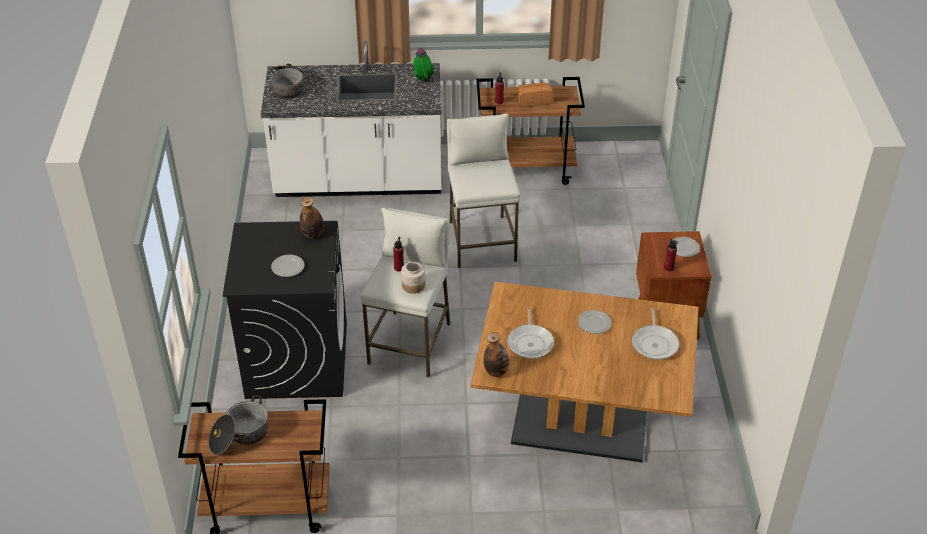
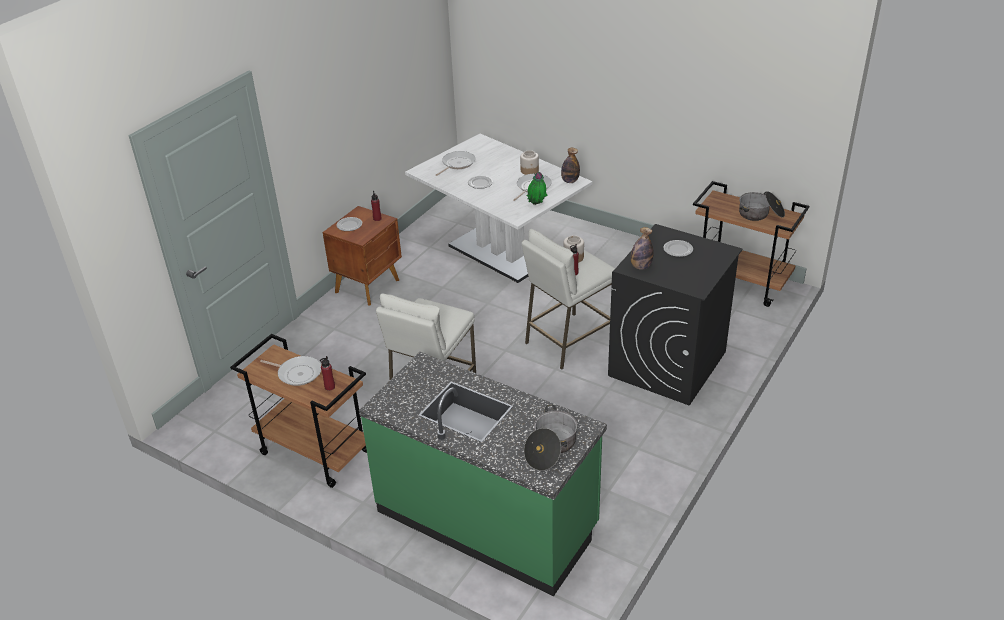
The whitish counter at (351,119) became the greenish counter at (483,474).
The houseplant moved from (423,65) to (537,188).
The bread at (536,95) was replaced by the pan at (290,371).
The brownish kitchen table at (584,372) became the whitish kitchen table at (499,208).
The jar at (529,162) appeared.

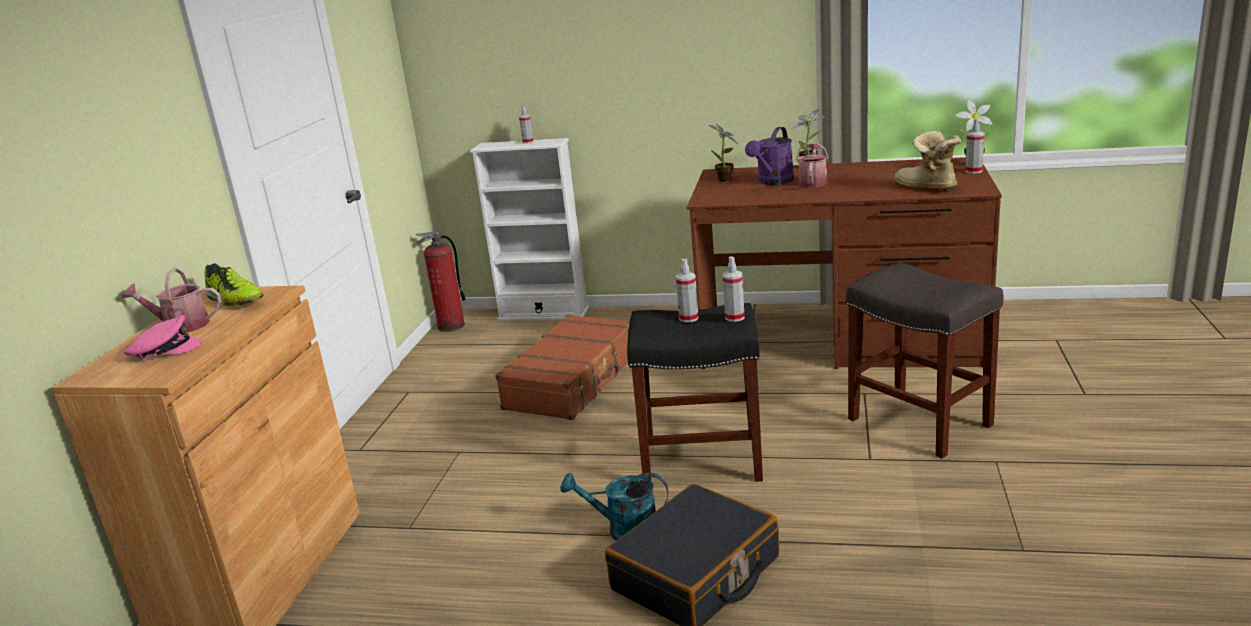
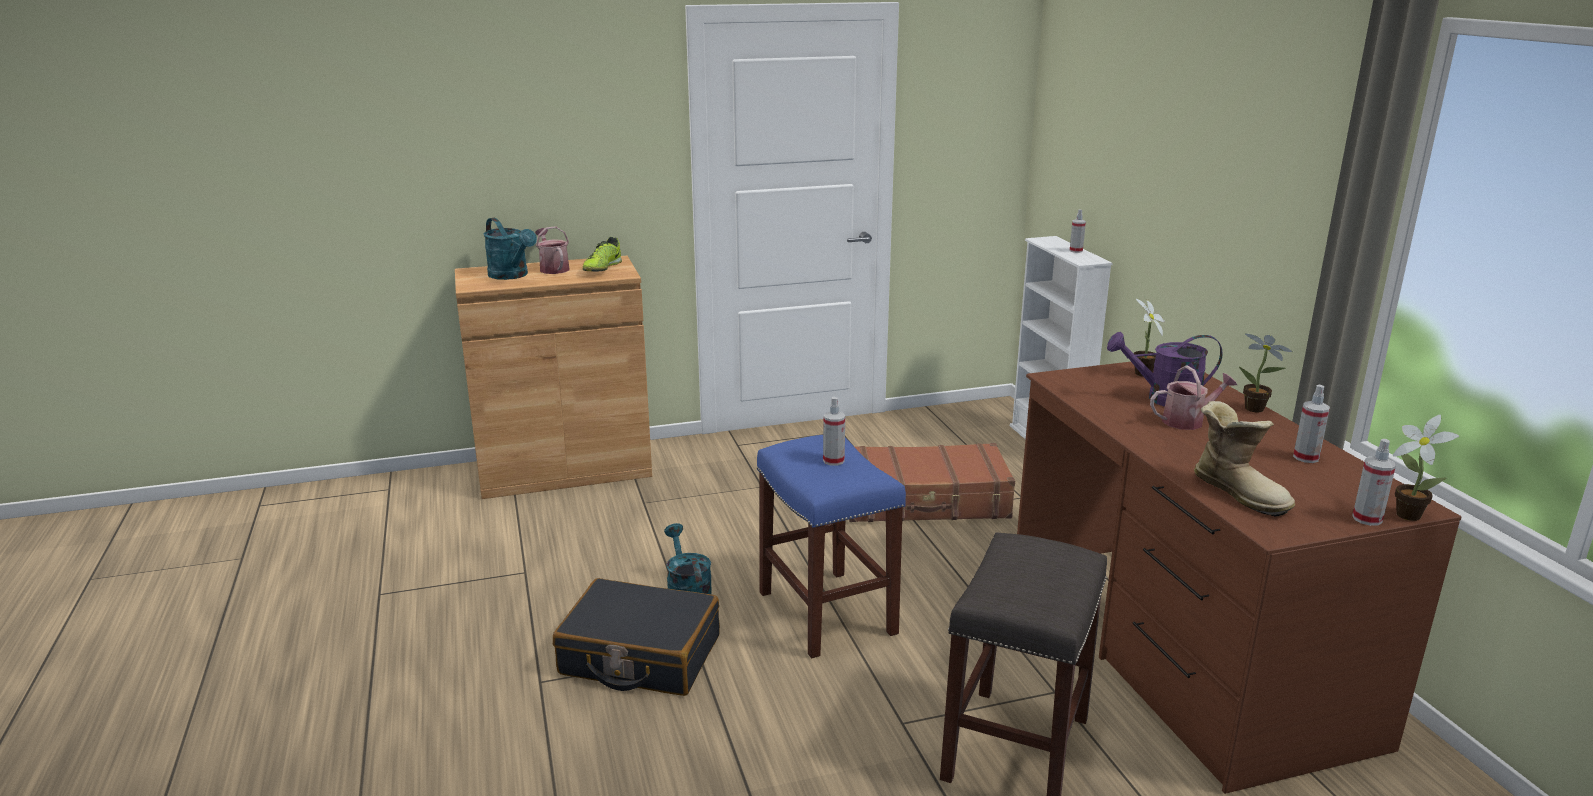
The boot at (927,160) turned 120 degrees clockwise.
The extinguisher at (440,281) disappeared.
The hand sprayer moved from (734,289) to (1311,424).
The black-coloured sitting stool at (695,392) became the bluish sitting stool at (831,546).
The pink cap at (163,337) was replaced by the blue-green sprinkling can at (510,249).

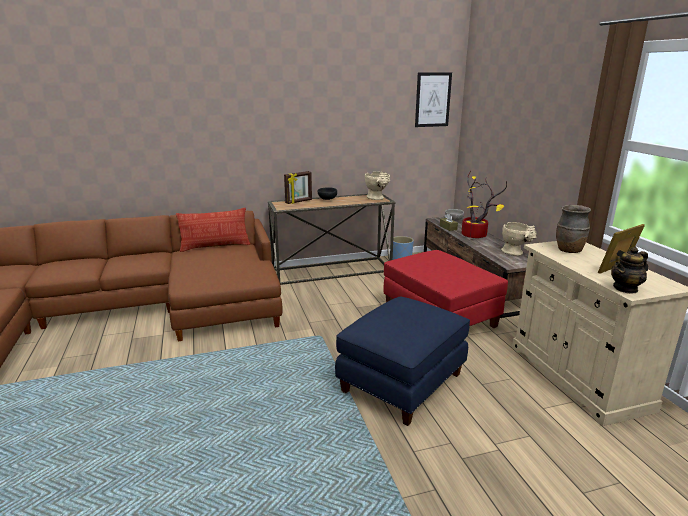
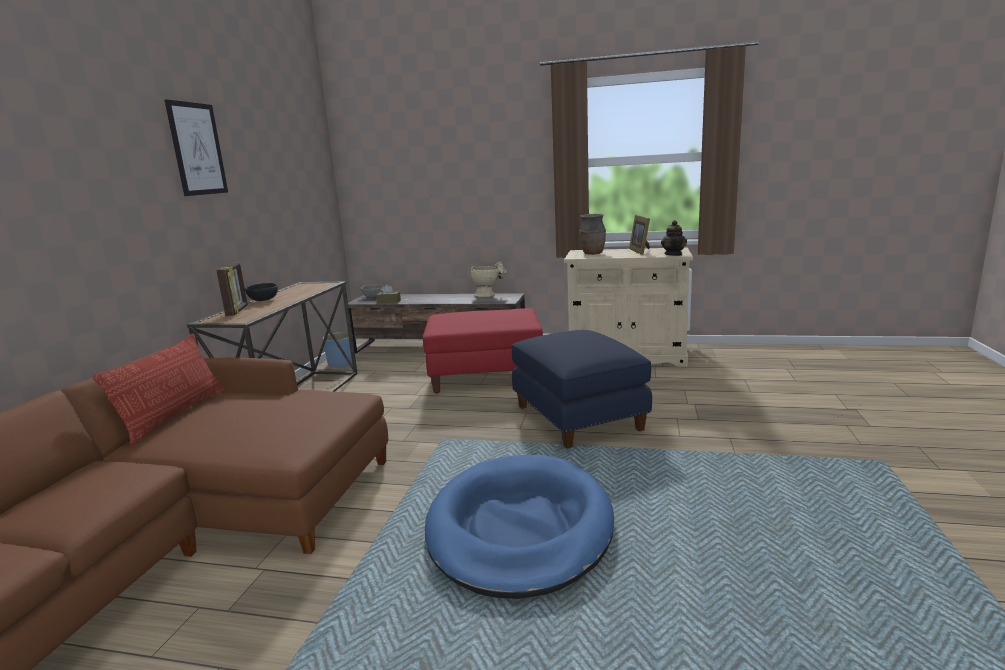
The wall art moved from (433,99) to (196,147).
The sand-coloured vase at (377,185) disappeared.
The houseplant at (484,204) disappeared.
The bluish pet bed at (519,527) appeared.

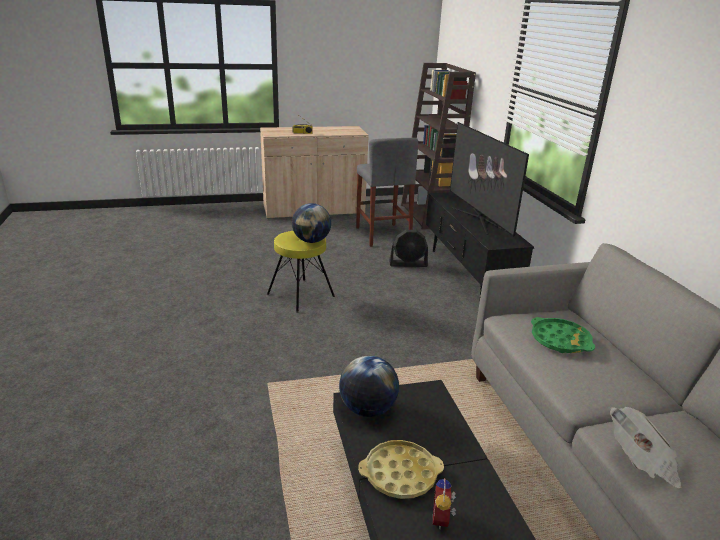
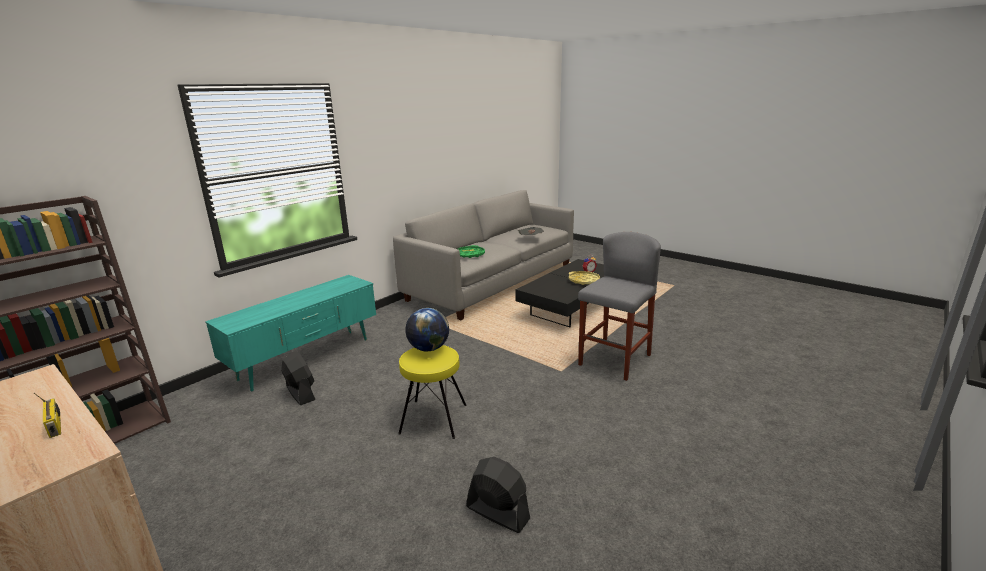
The TV set at (489,179) disappeared.
The grey sitting stool moved from (387,192) to (619,306).
The black-coloured tv stand at (480,244) became the blue-green tv stand at (290,333).
The globe at (369,386) disappeared.
The black-coloured fan at (498,495) appeared.

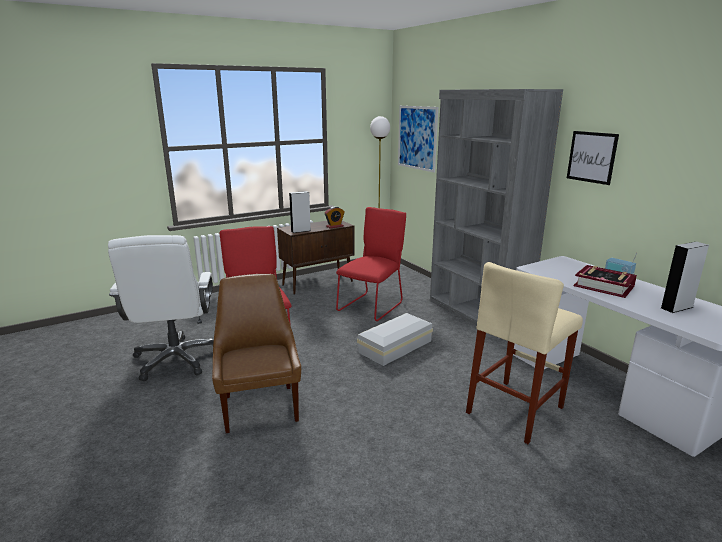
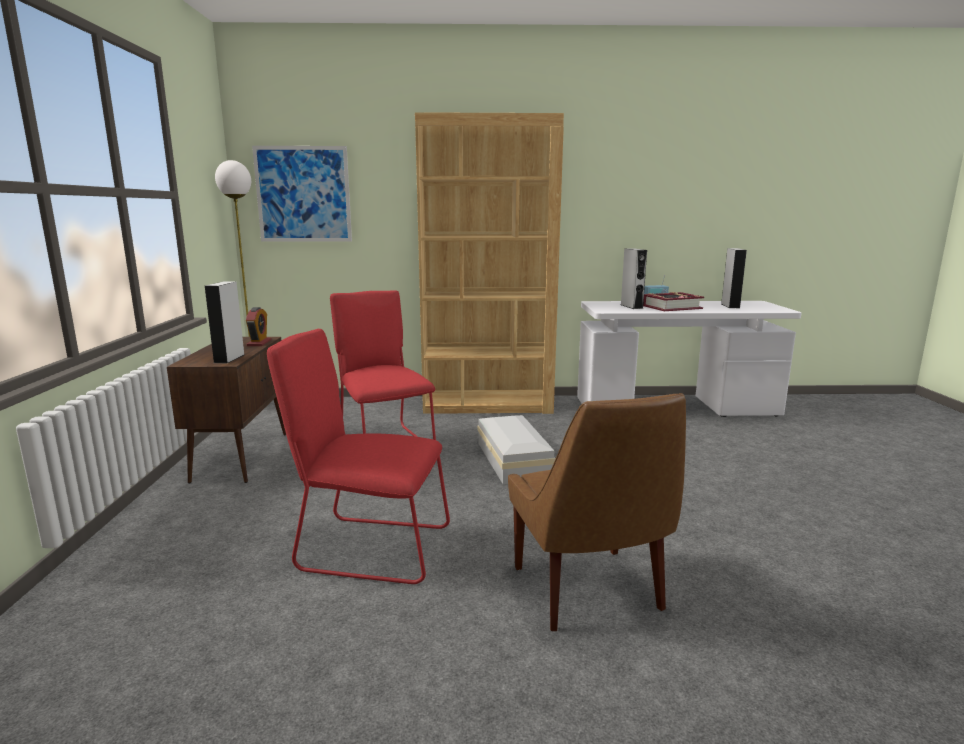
The grey shelving unit at (496,214) became the brownish shelving unit at (489,263).
The wall art at (593,158) disappeared.
The whitish computer chair at (161,308) disappeared.
The sand-coloured sitting stool at (524,353) disappeared.
The brownish plain chair at (256,353) turned 120 degrees counterclockwise.
The grey loudspeaker at (634,278) appeared.

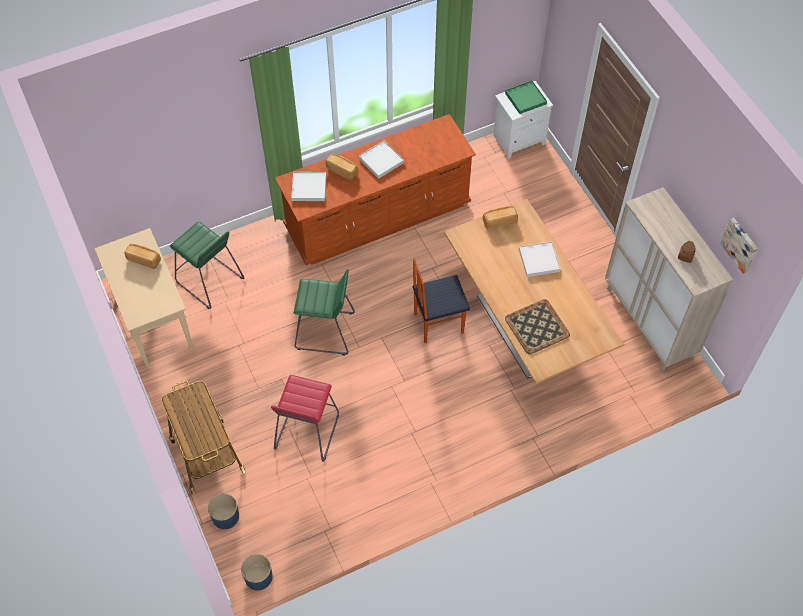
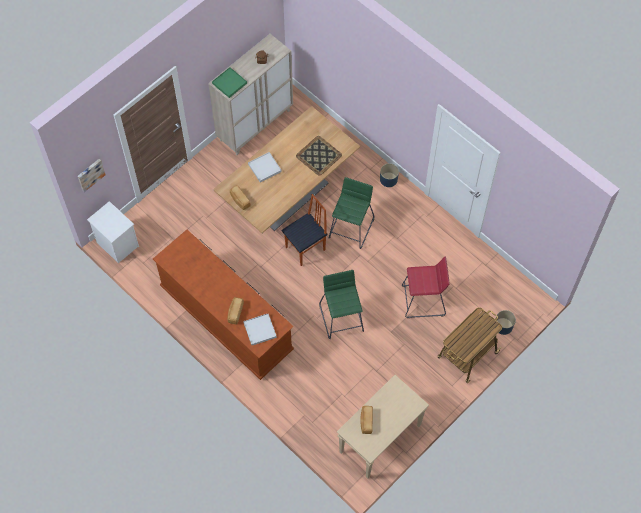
The greenish tray moved from (526,97) to (229,82).
The whitish tray at (381,159) disappeared.
The wall art moved from (739,246) to (91,175).
The greenish sitting stool moved from (207,265) to (351,213).
The plain chair at (441,300) turned 90 degrees counterclockwise.
The bluish plant pot moved from (257,572) to (389,175).

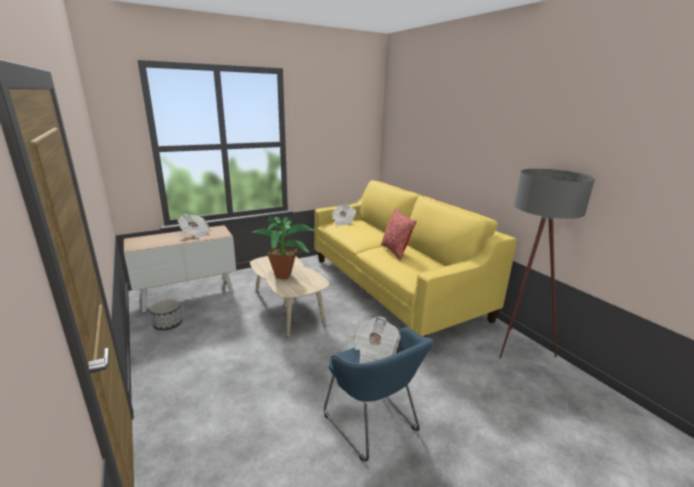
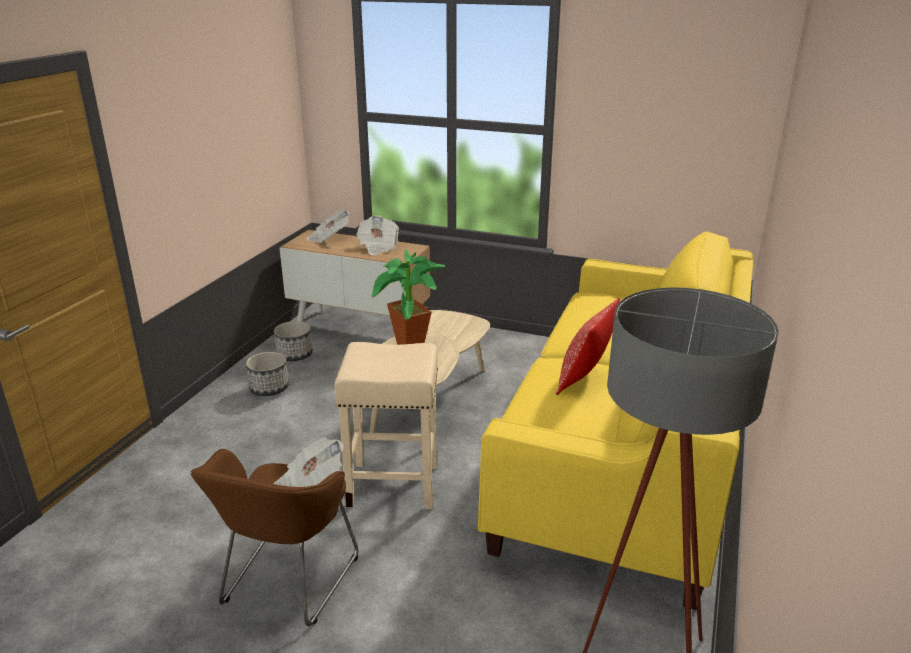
The newspaper moved from (344,215) to (328,227).
The bluish lounge chair at (379,394) became the brownish lounge chair at (274,537).
The sand-coloured sitting stool at (386,426) appeared.
The plant pot at (267,374) appeared.

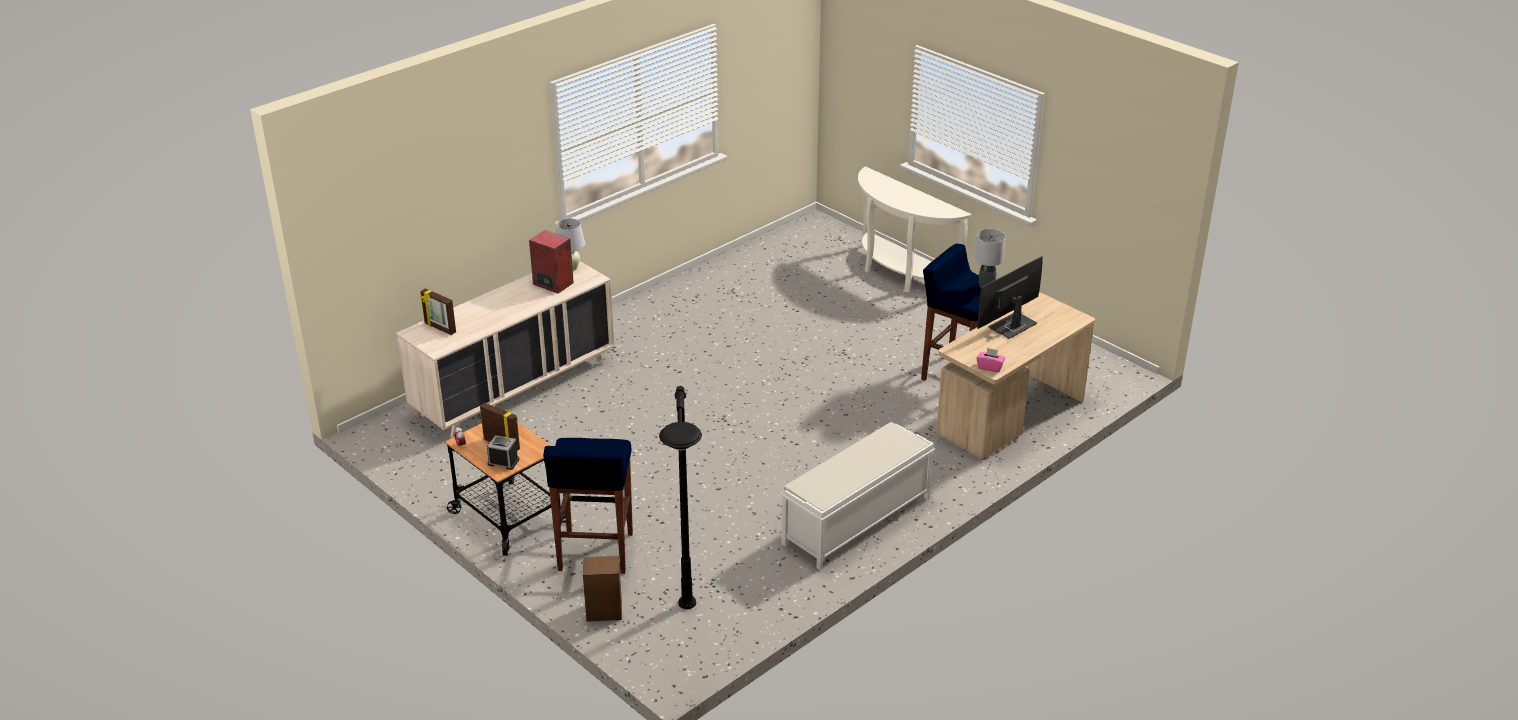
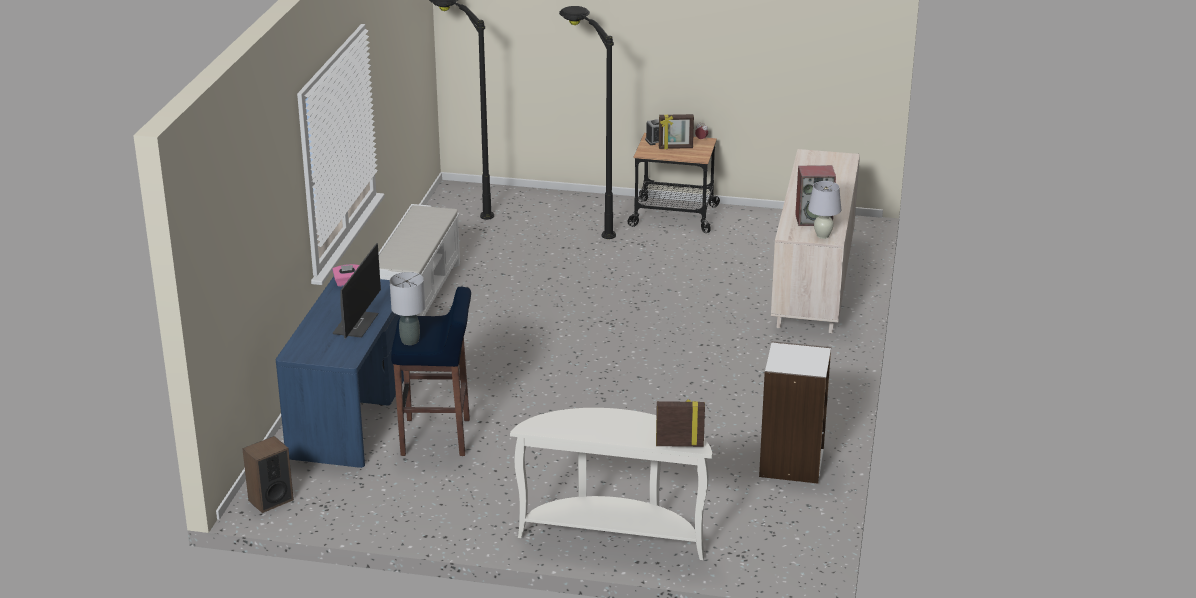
The standing frame moved from (438,311) to (680,423).
The sand-coloured desk table at (1015,376) became the bluish desk table at (340,372).
The bluish sitting stool at (588,506) was replaced by the black-coloured floor lamp at (587,122).
The loudspeaker moved from (602,589) to (268,474).
The whitish shelving unit at (795,412) appeared.

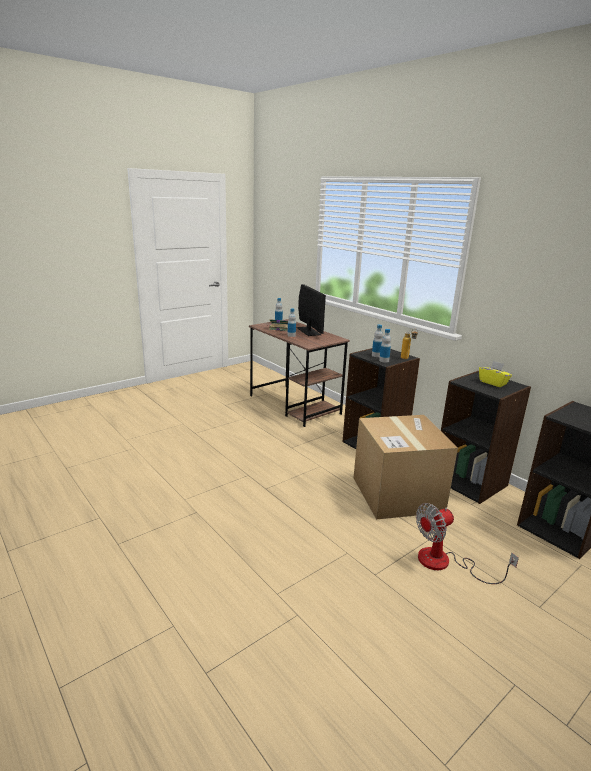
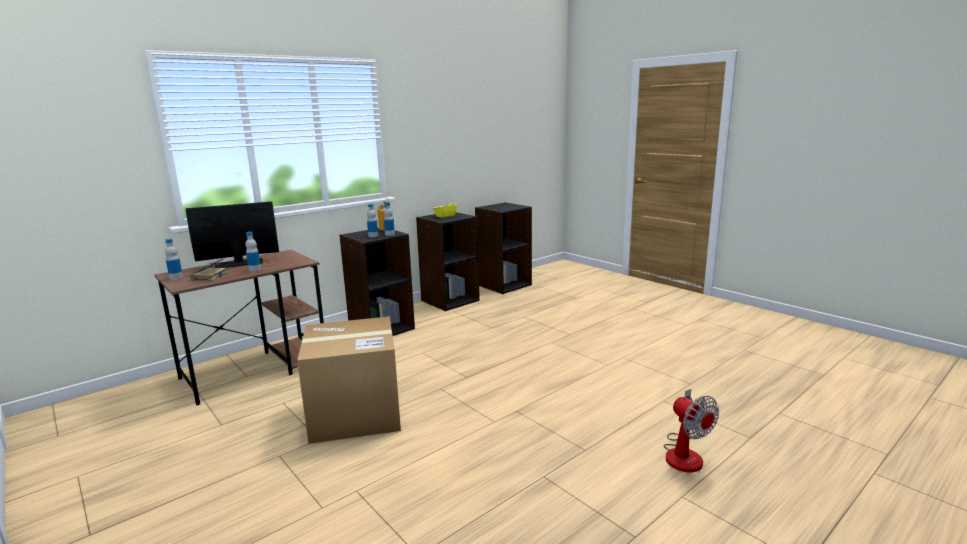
The cardboard box moved from (405,467) to (349,380).
The fan moved from (467,543) to (691,430).

